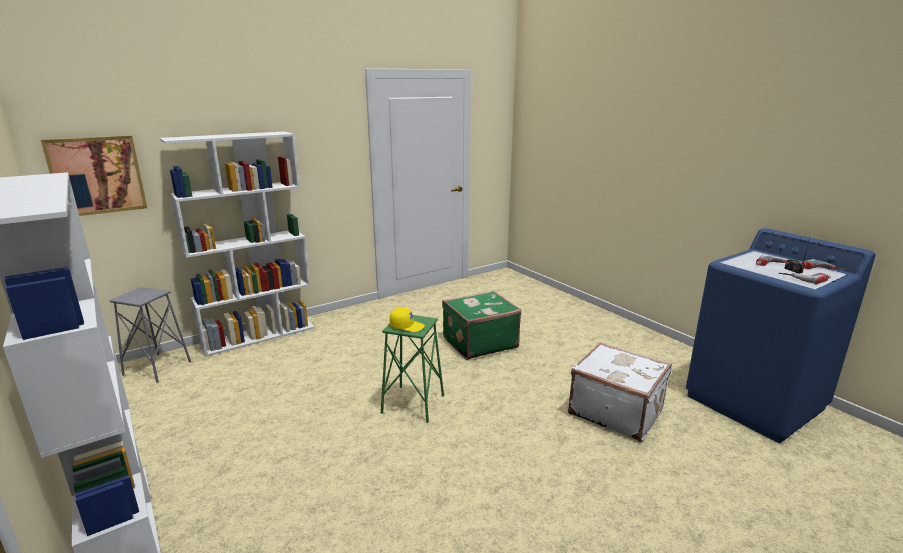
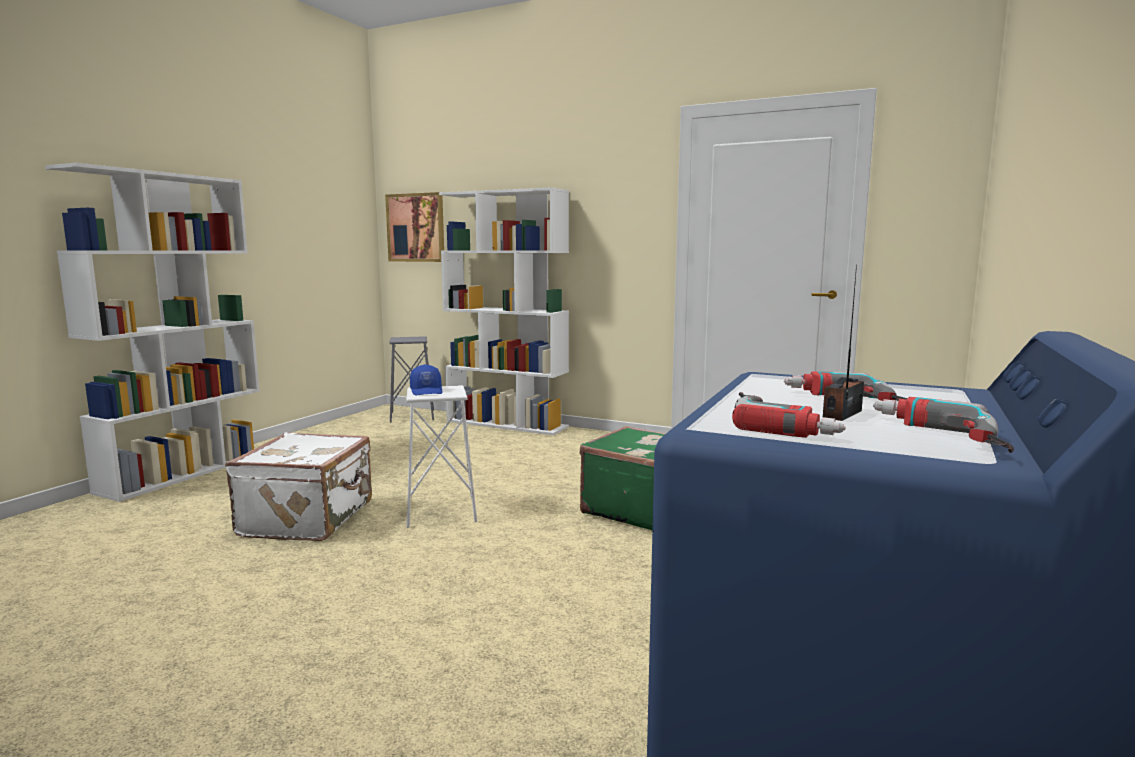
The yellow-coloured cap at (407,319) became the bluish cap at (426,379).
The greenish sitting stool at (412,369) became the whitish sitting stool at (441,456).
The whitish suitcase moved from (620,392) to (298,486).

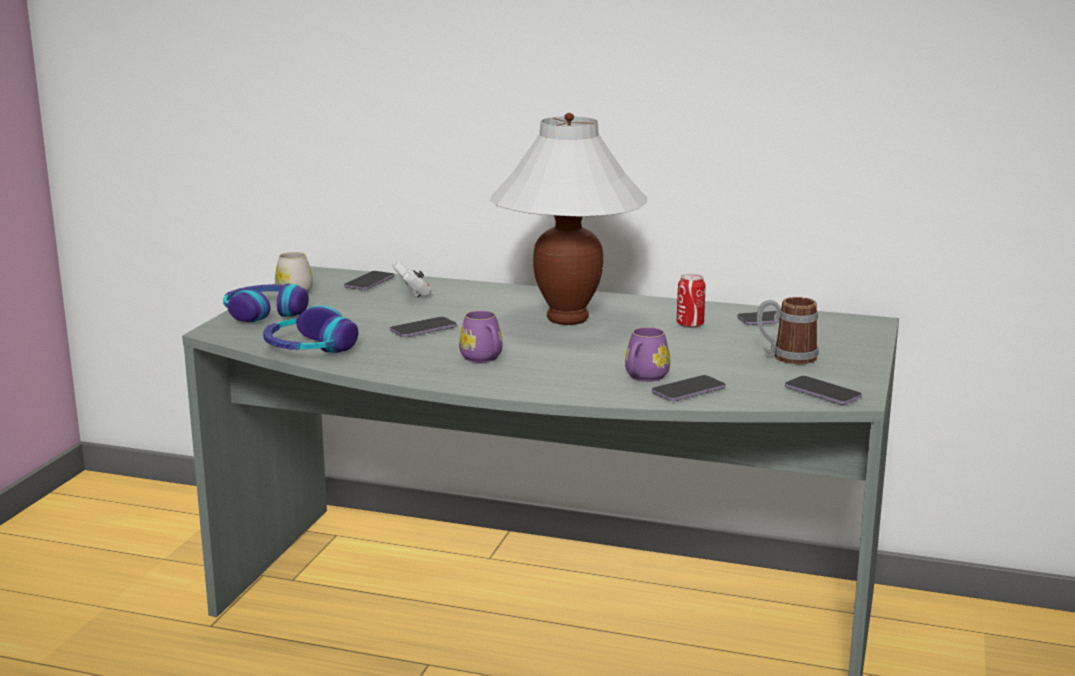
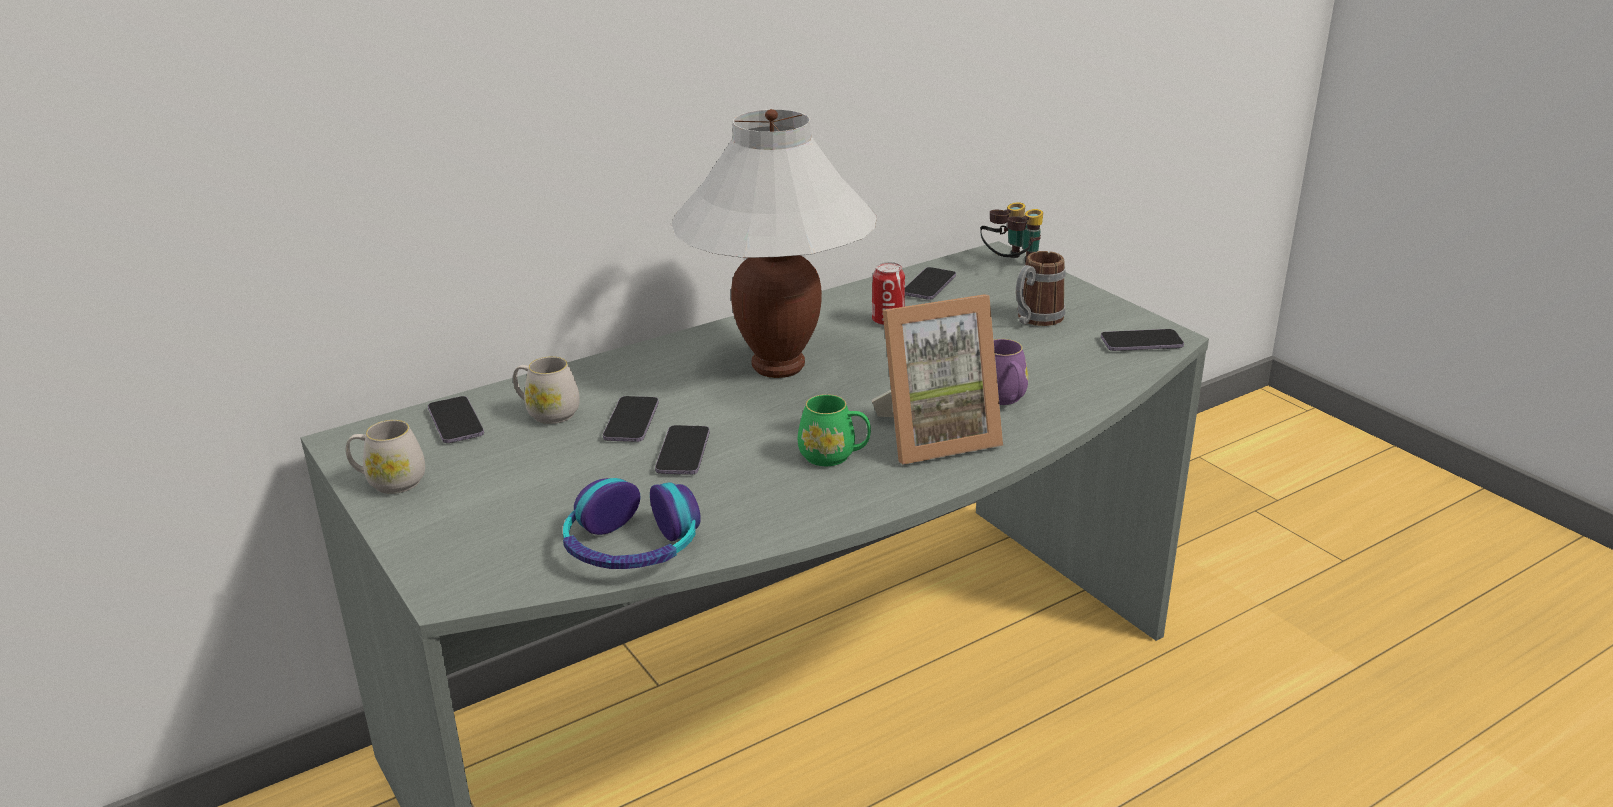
The whitish game controller at (411,279) was replaced by the whitish coffee mug at (546,390).
The headphones at (266,302) disappeared.
The purple coffee mug at (481,336) became the greenish coffee mug at (834,430).
The telephone moved from (688,388) to (631,419).
The pair of binoculars at (1012,232) appeared.
The standing frame at (937,379) appeared.

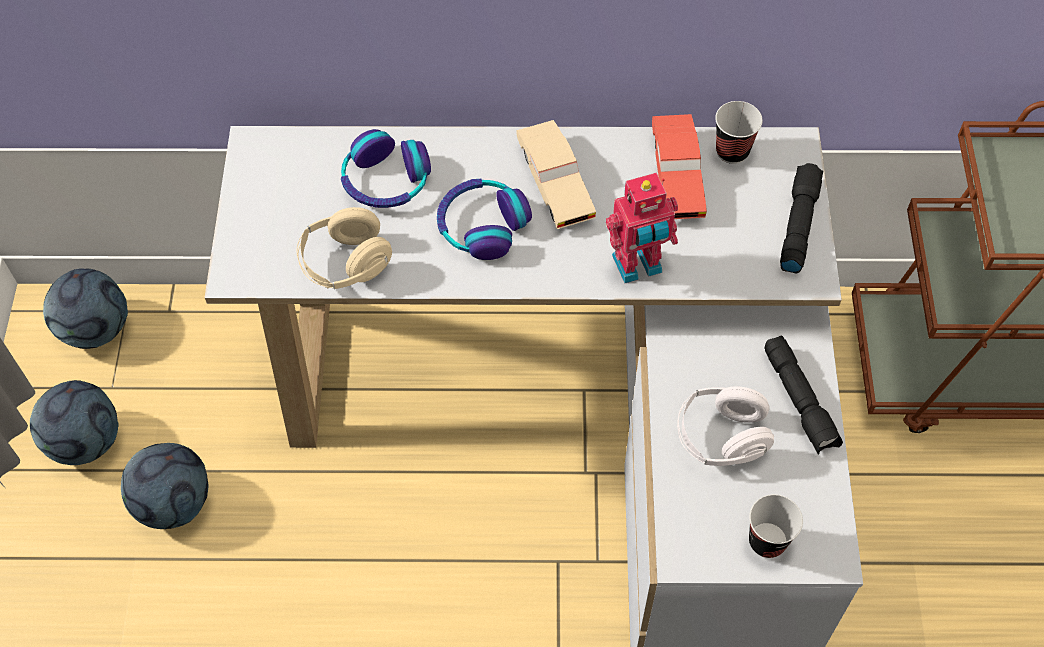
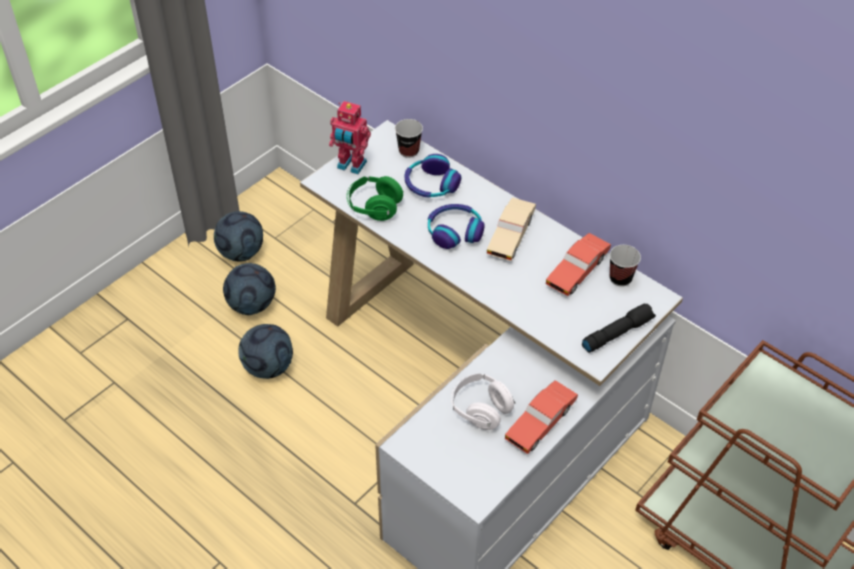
The toy robot moved from (642,227) to (350,137).
The sand-coloured headphones at (344,248) became the greenish headphones at (375,198).
The football moved from (85,309) to (265,351).
The black-coloured torch at (803,395) was replaced by the red toy car at (541,417).
The cup moved from (776,526) to (409,138).

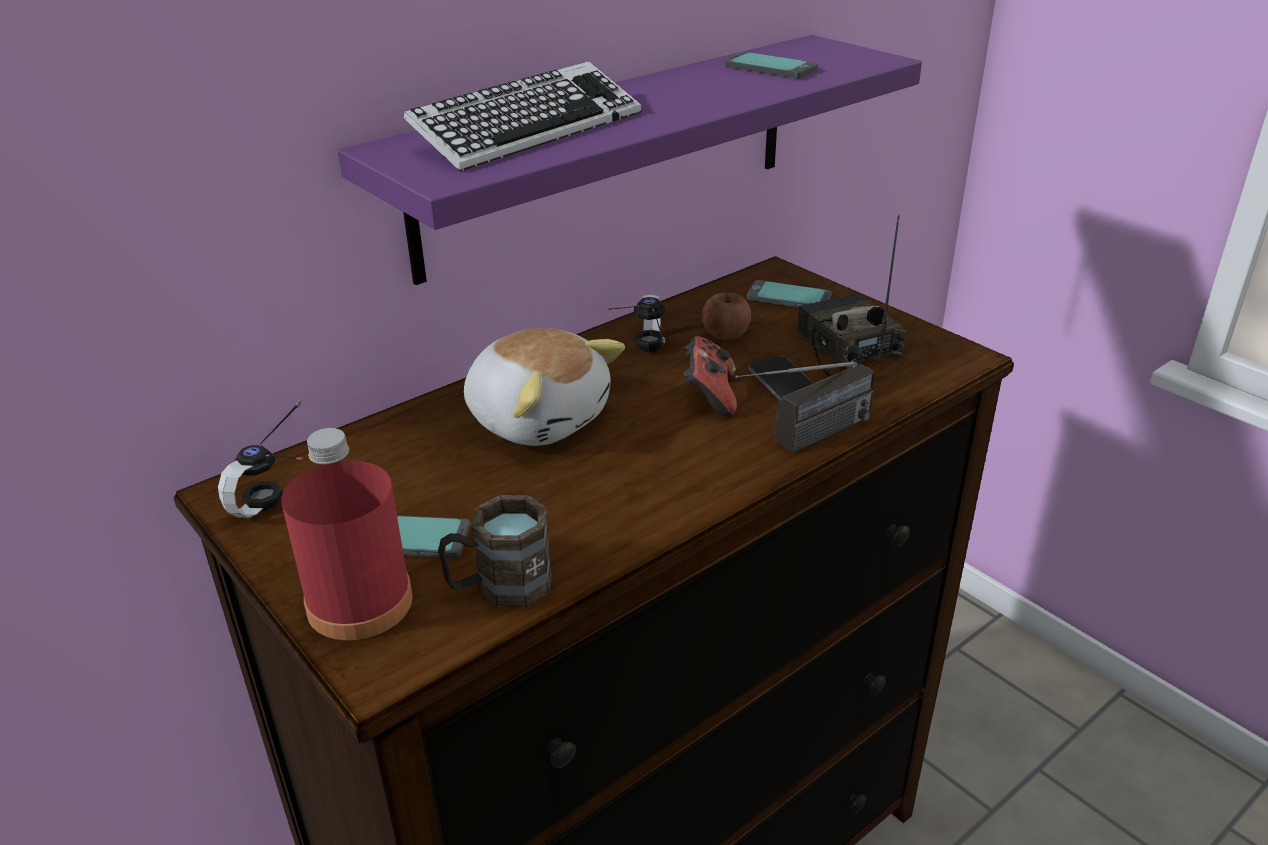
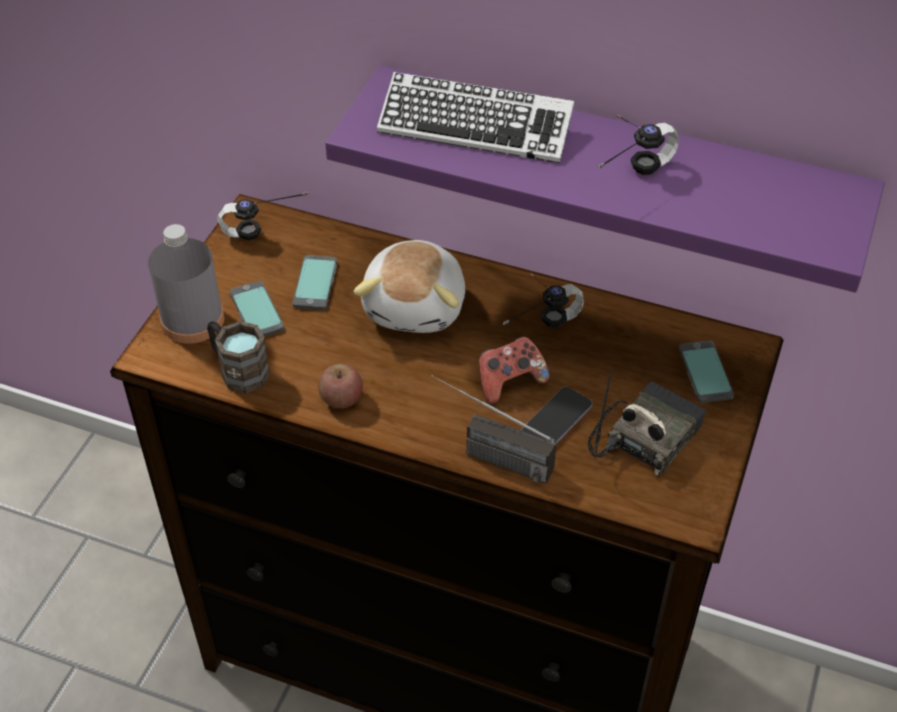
The telephone moved from (771,65) to (314,282).
The apple fruit moved from (726,316) to (340,386).
The red beverage bottle at (347,534) became the grey beverage bottle at (186,284).
The headphones at (638,145) appeared.

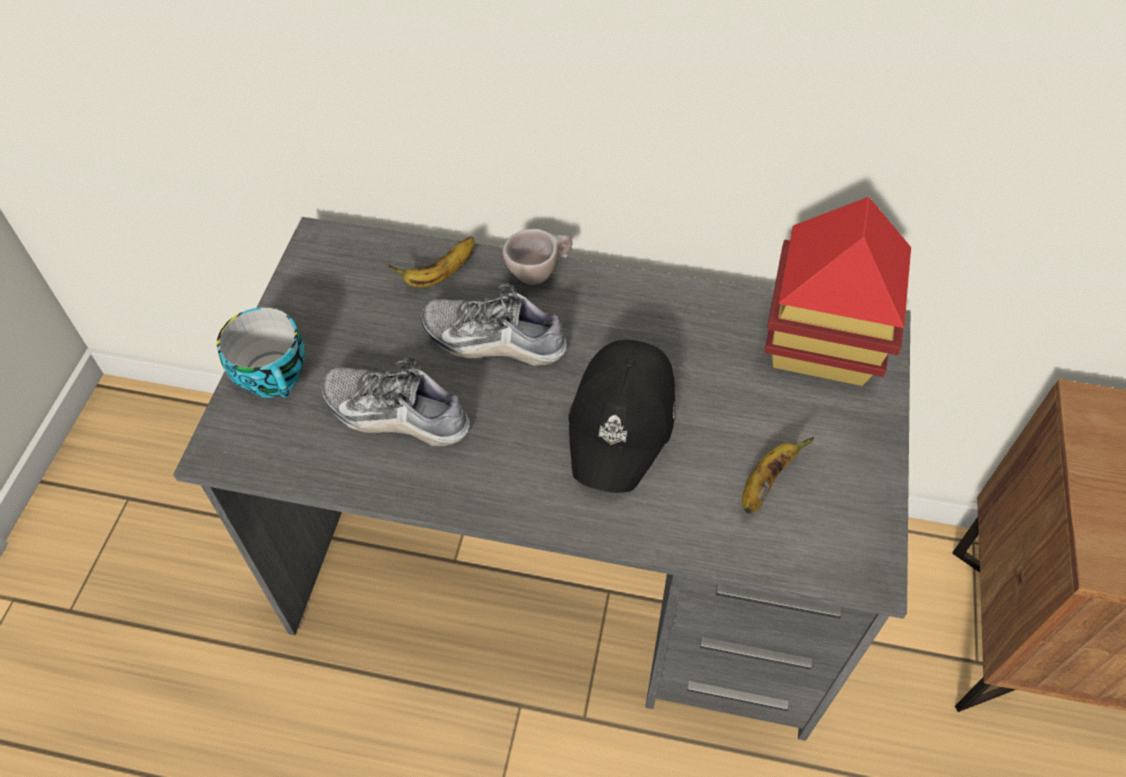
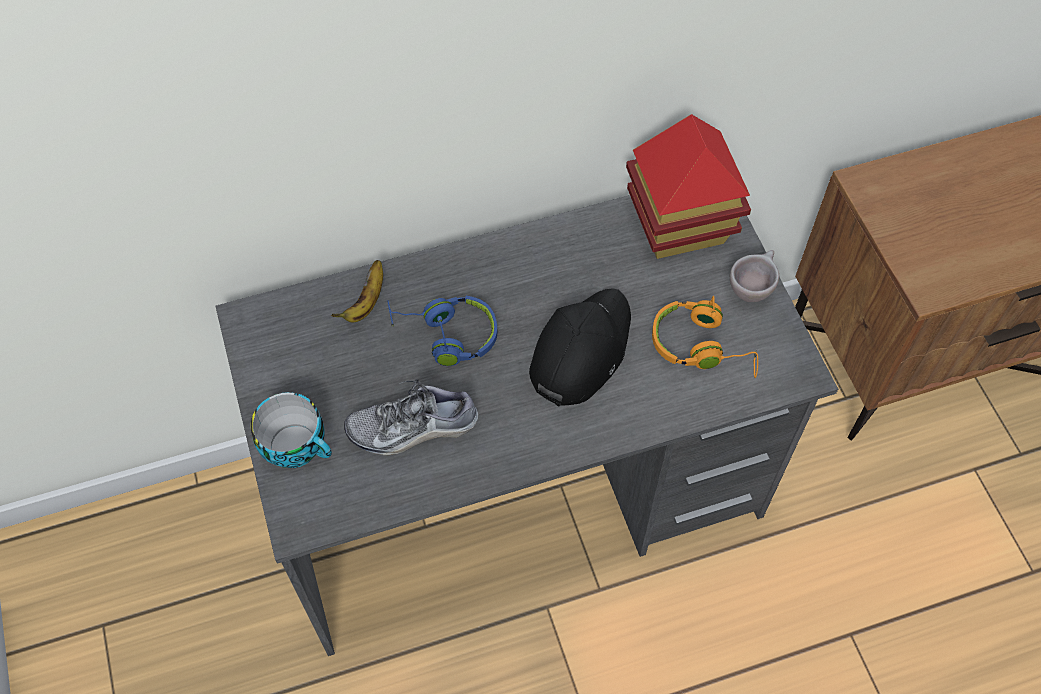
The sand-coloured cup moved from (538,257) to (754,276).
The low shoe at (494,324) was replaced by the bluish headphones at (442,331).
The black-coloured cap at (621,416) turned 135 degrees counterclockwise.
The banana fruit at (778,474) was replaced by the orangey headphones at (705,337).

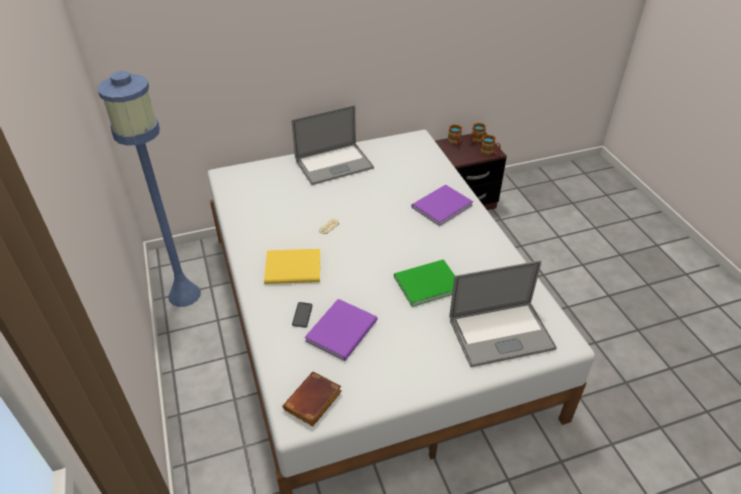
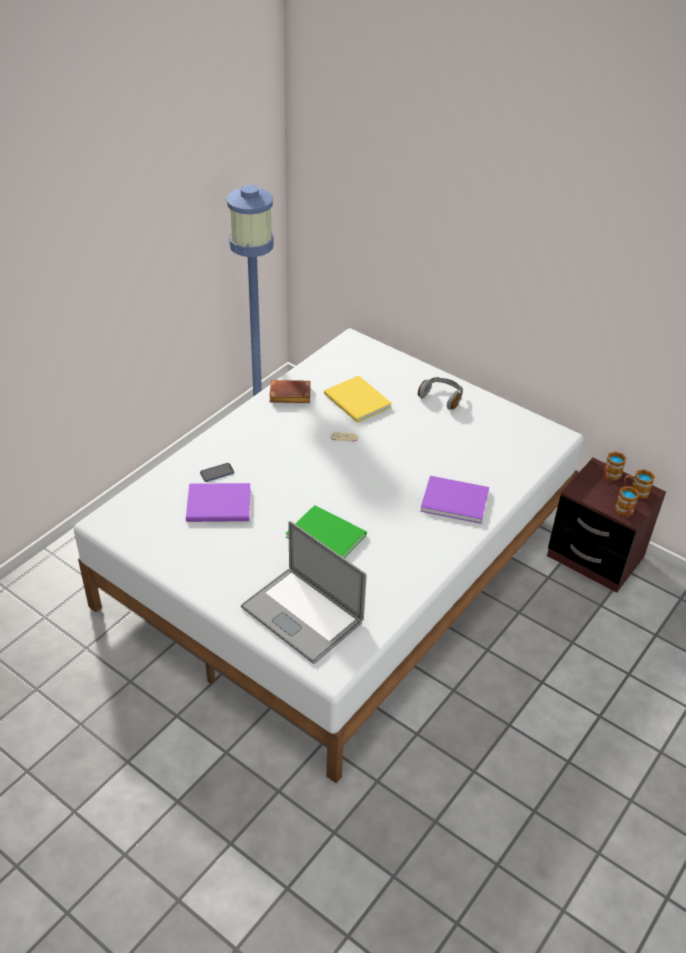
The portable computer at (333,145) was replaced by the grey headphones at (440,393).
The yellow-coloured bound book moved from (292,266) to (358,399).
The brownish bound book moved from (312,399) to (290,391).

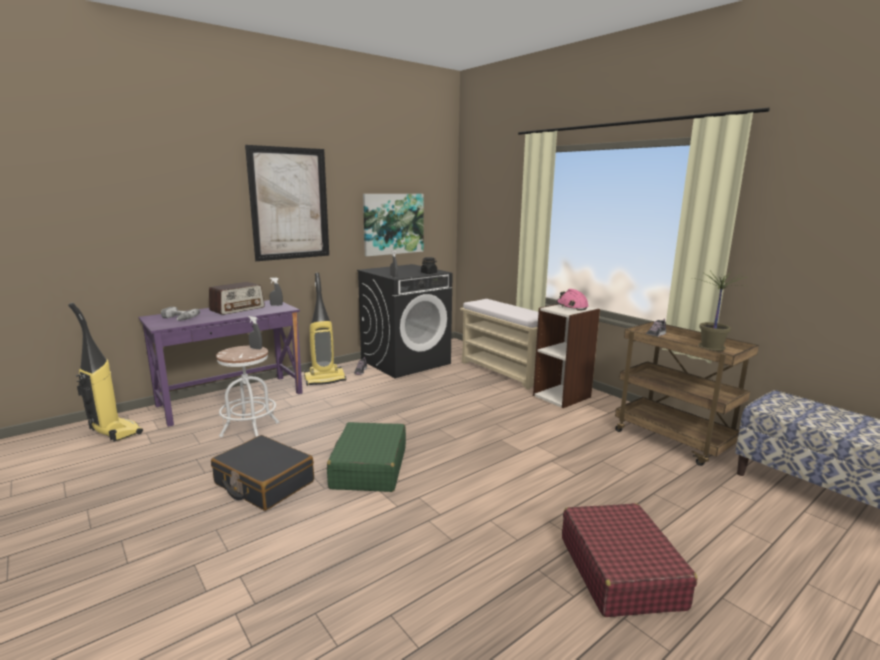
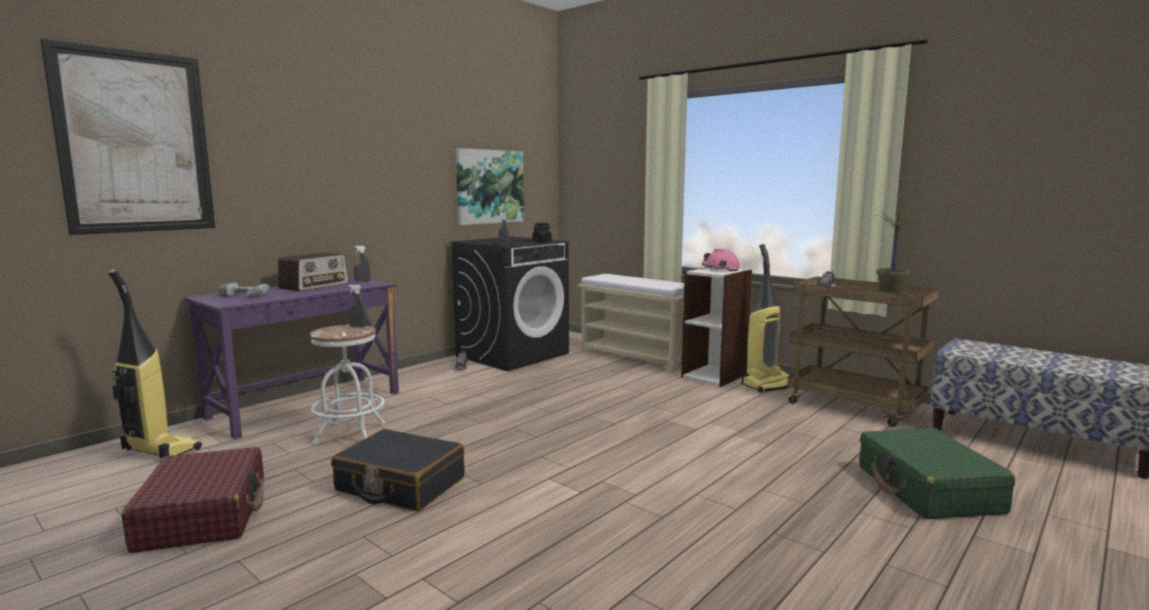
The wall art moved from (287,203) to (127,137).
The vacuum moved from (325,329) to (765,318).
The greenish suitcase moved from (366,457) to (937,473).
The red suitcase moved from (629,560) to (193,500).

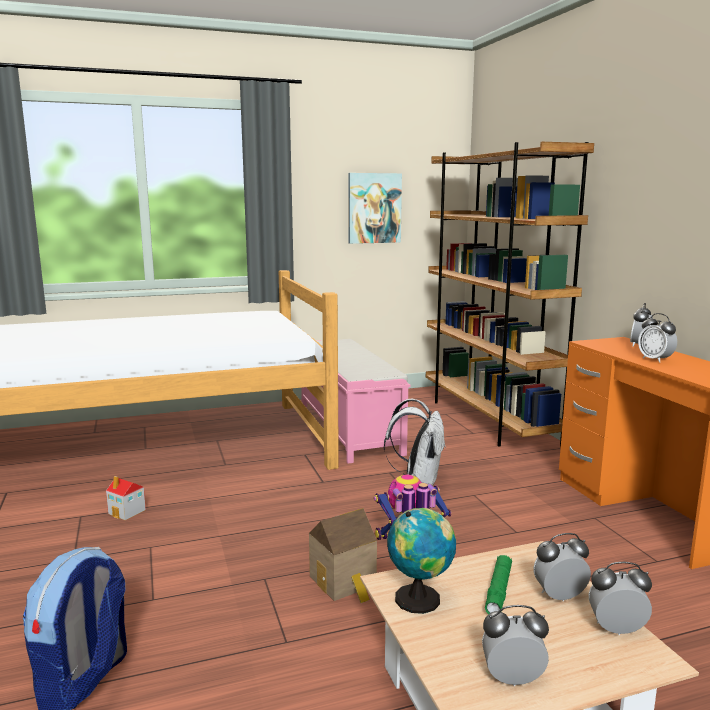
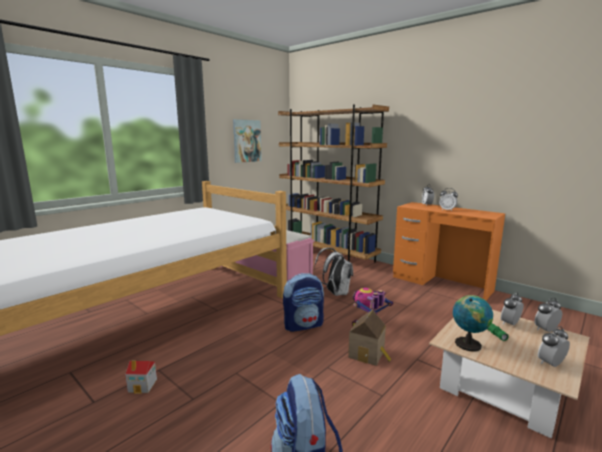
The toy house moved from (126,498) to (141,377).
The knapsack at (303,302) appeared.

